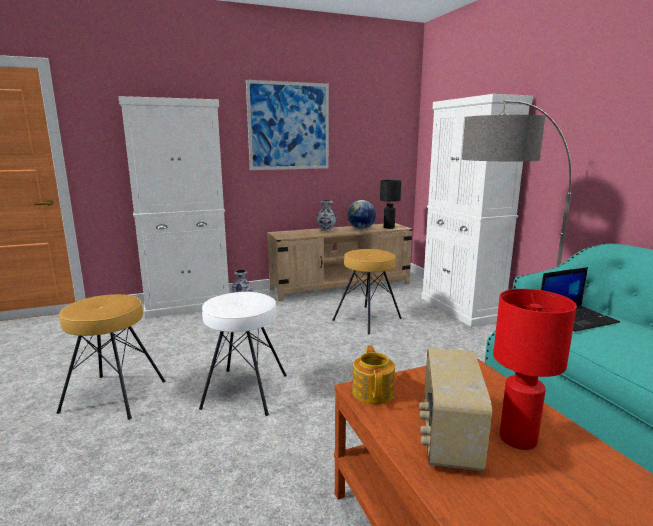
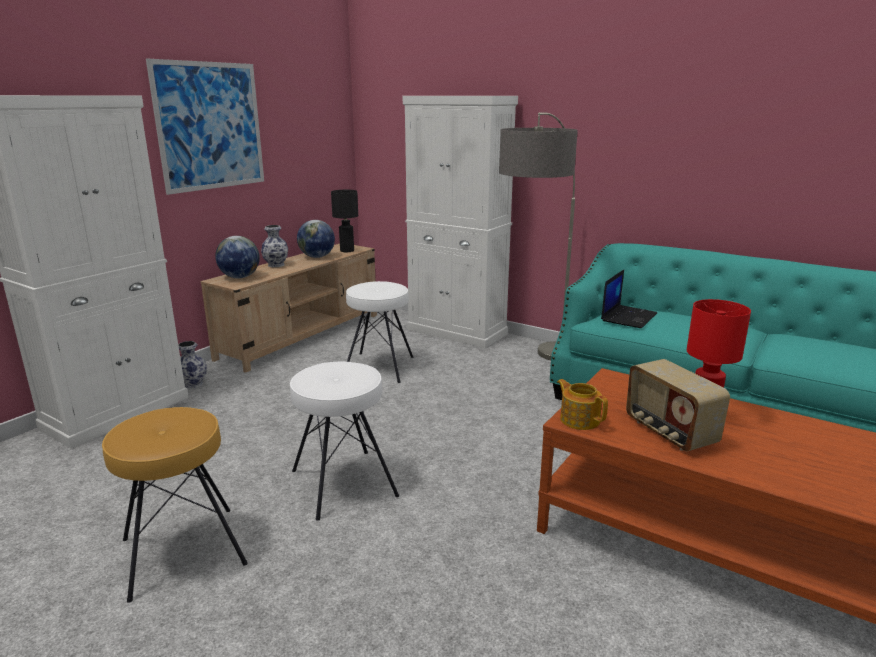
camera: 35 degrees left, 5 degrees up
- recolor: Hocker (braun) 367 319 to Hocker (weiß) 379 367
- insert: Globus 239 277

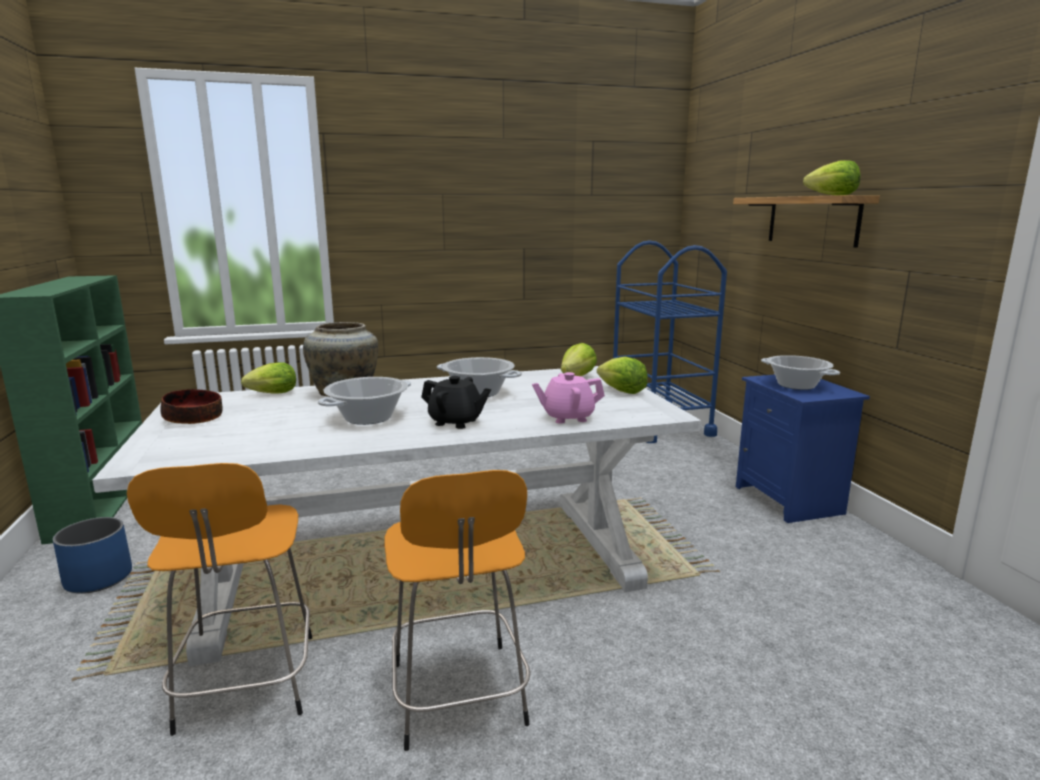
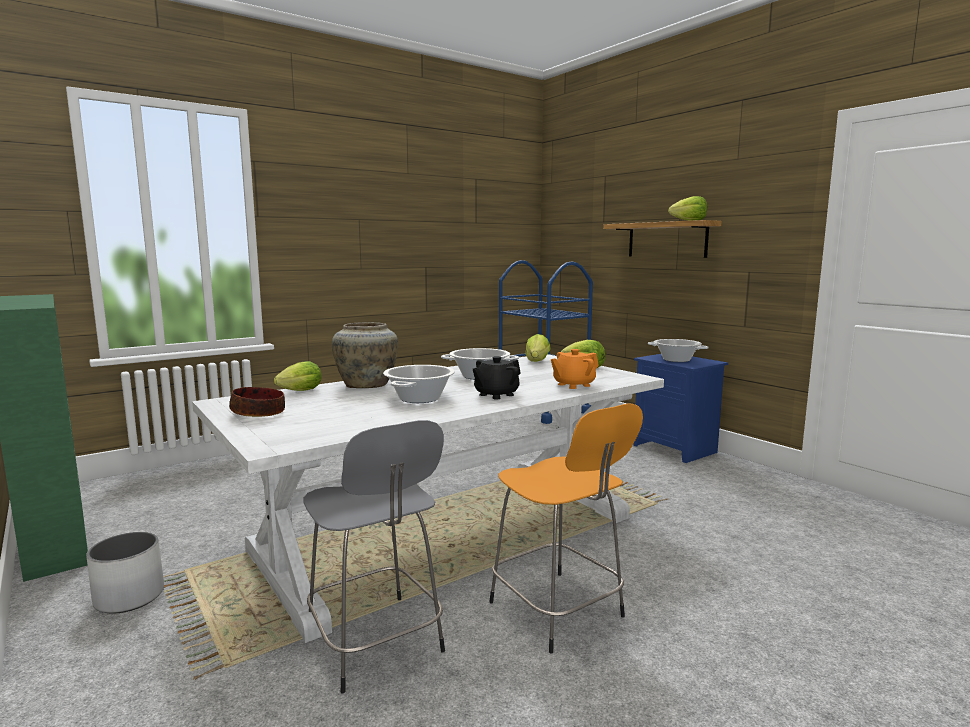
camera: 20 degrees left, 5 degrees down
- recolor: Teekanne (rosa) 567 417 to Teekanne (orange) 573 385
- rotate: Teekanne (schwarz) 456 422 = 496 395 135 degrees clockwise
- recolor: Hocker (orange) 247 686 to Hocker (grau) 376 644
- recolor: Pflanzkübel (blau) 98 578 to Pflanzkübel (weiß) 129 597

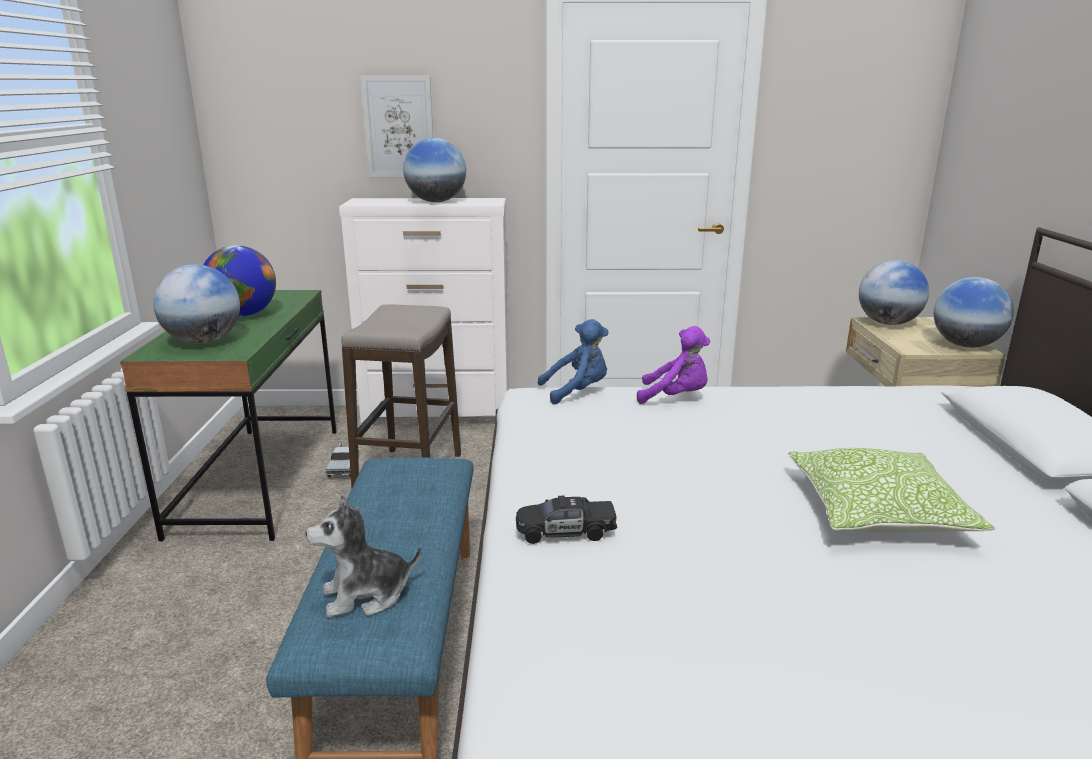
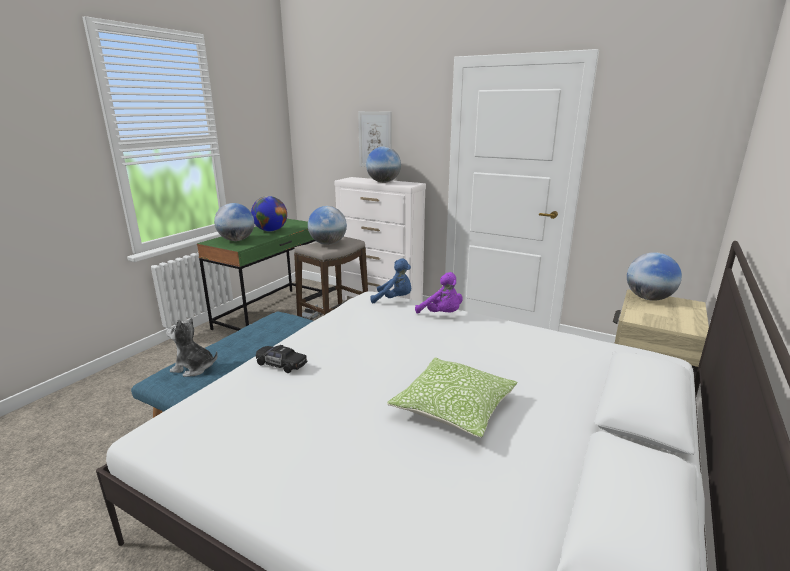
camera: 30 degrees right, 0 degrees up
- move: Globus 965 345 to 328 244

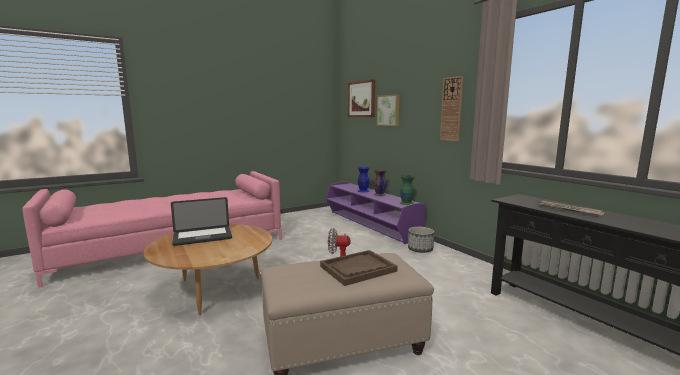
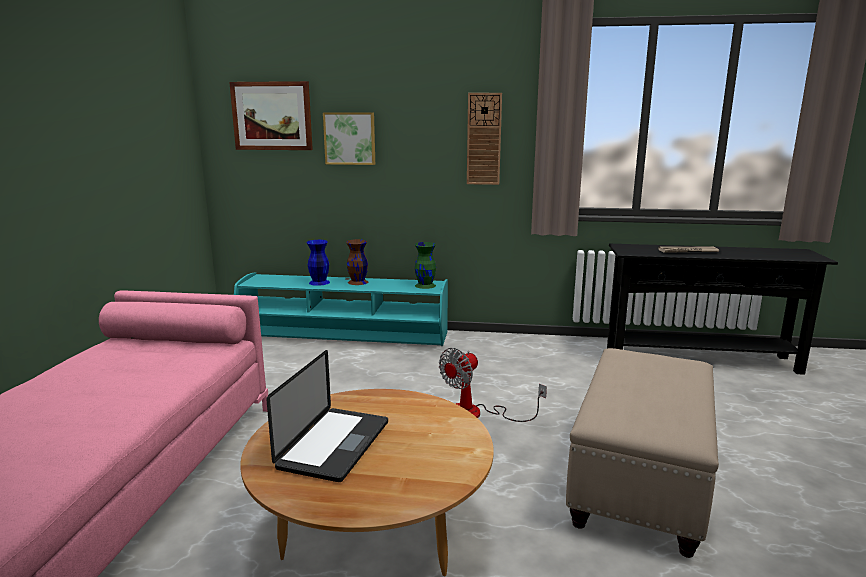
camera: 50 degrees left, 5 degrees up
- recolor: Fernsehschrank (lila) 369 225 to Fernsehschrank (türkis) 344 336
- delete: Pflanzkübel 420 249
- delete: Tablett (braun) 358 269

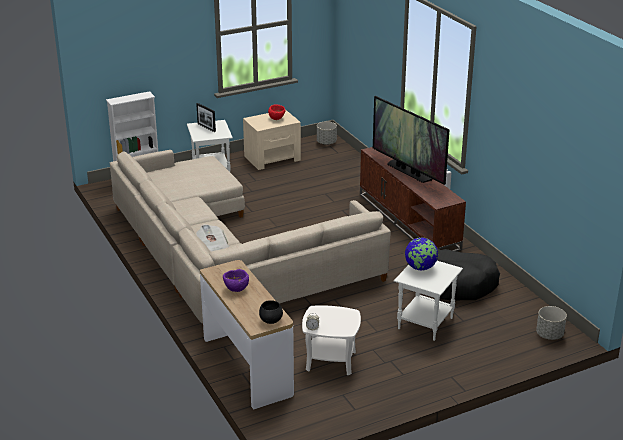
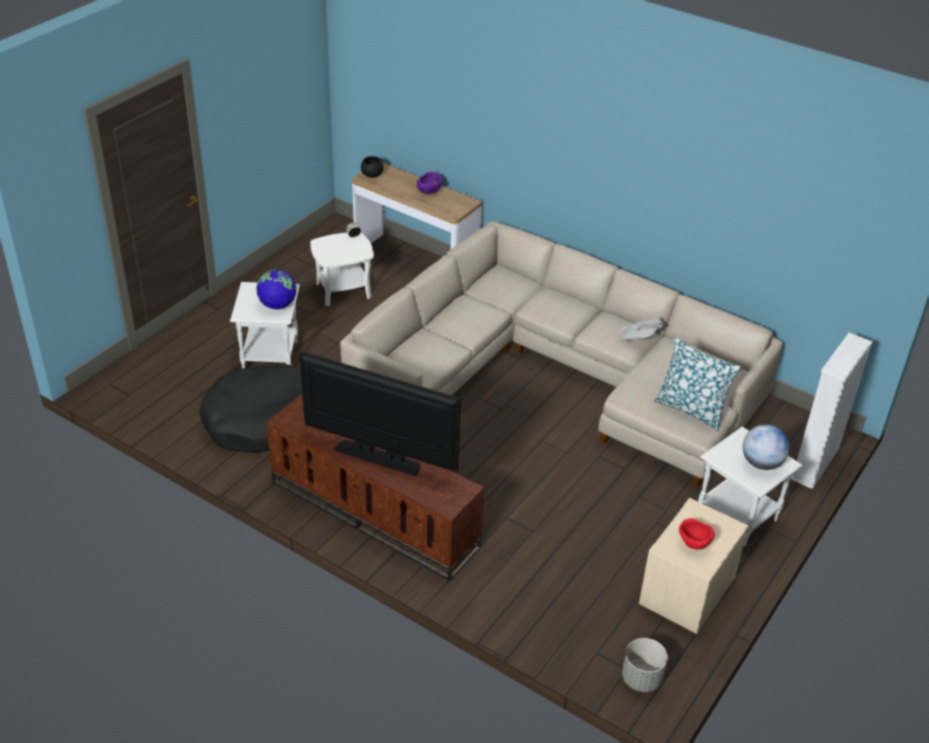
camera: 150 degrees right, 10 degrees up
- replace: Bilderrahmen 206 127 to Globus 761 463
- move: Zeitung 213 247 to 639 337
- delete: Pflanzkübel (grau) 549 335
- insert: Kissen 691 409

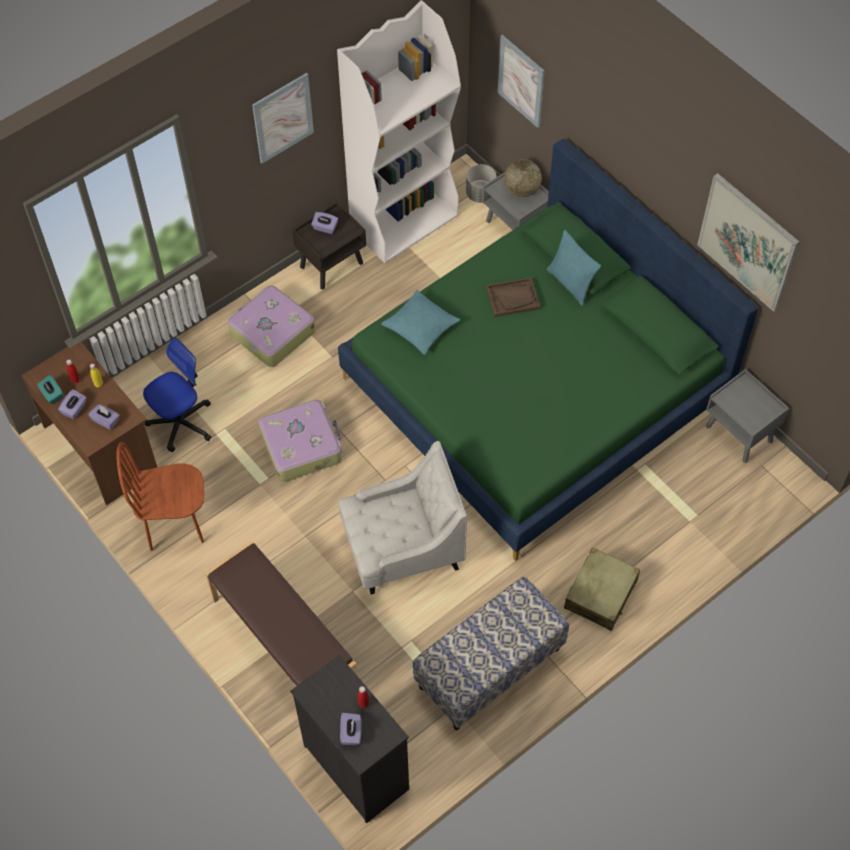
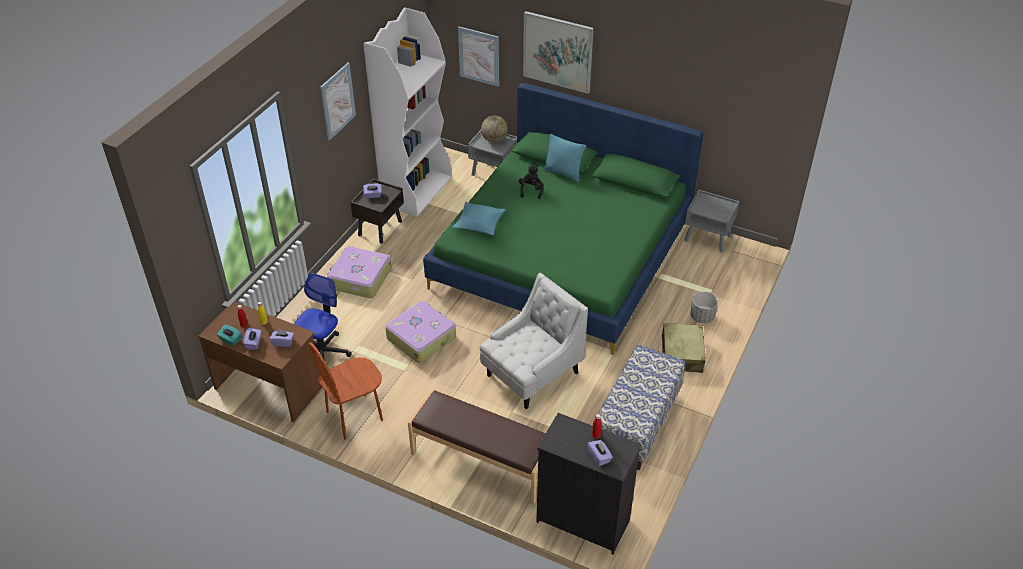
camera: 25 degrees left, 15 degrees down
- move: Pflanzkübel (grau) 480 194 to 702 317
- move: Bild 748 242 to 558 52
- replace: Tablett (braun) 513 298 to Plüschtier (schwarz) 531 190

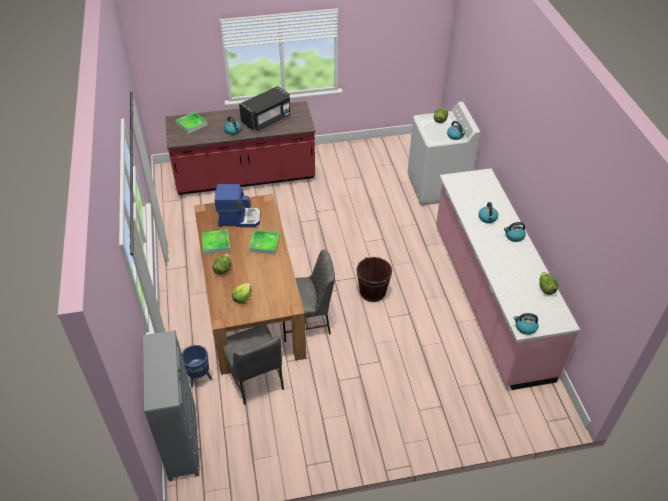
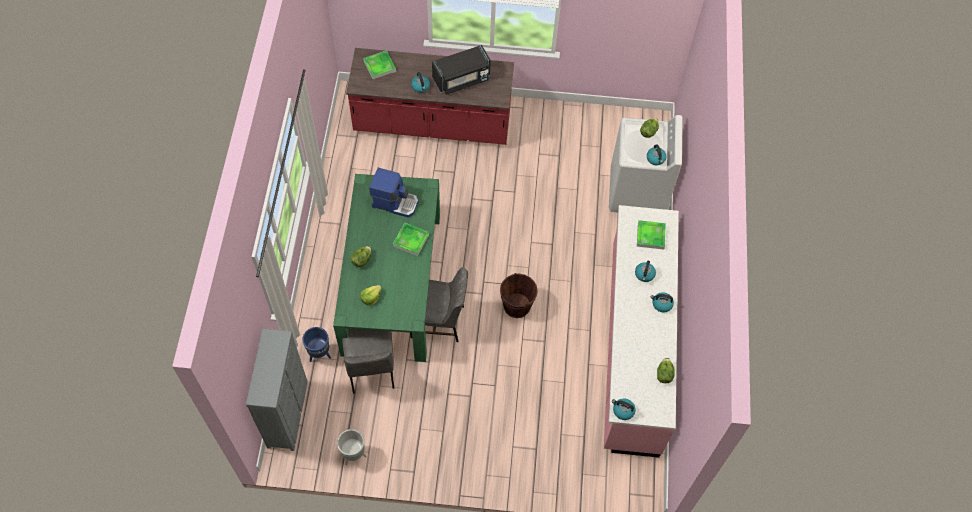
camera: 15 degrees right, 15 degrees up
- recolor: Esstisch (braun) 251 301 to Esstisch (grün) 392 283
- move: Tablett 216 243 to 650 236
- insert: Pflanzkübel (grau) 353 455

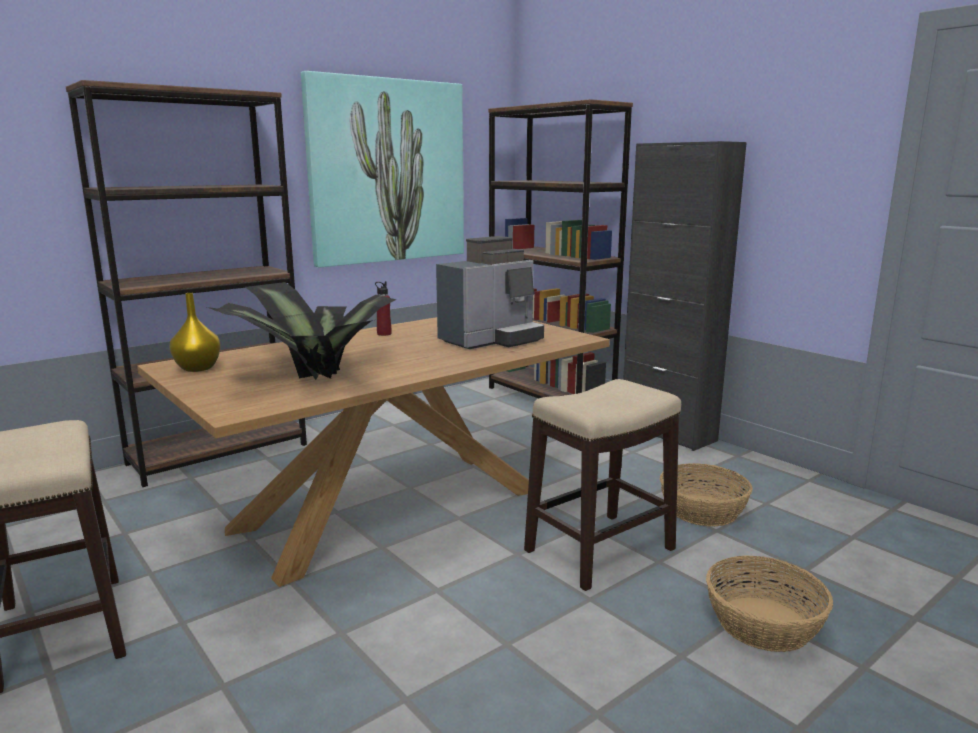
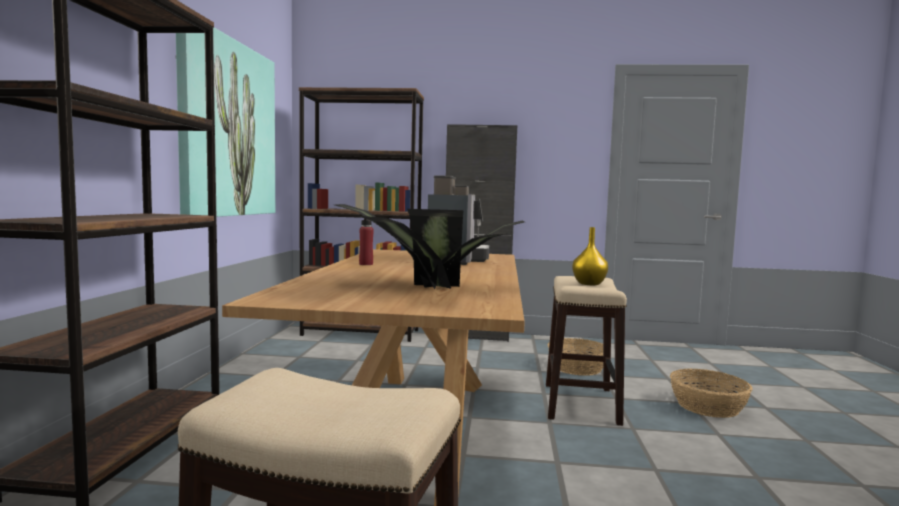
camera: 45 degrees left, 10 degrees down
- move: Vase (gelb) 199 368 to 589 283

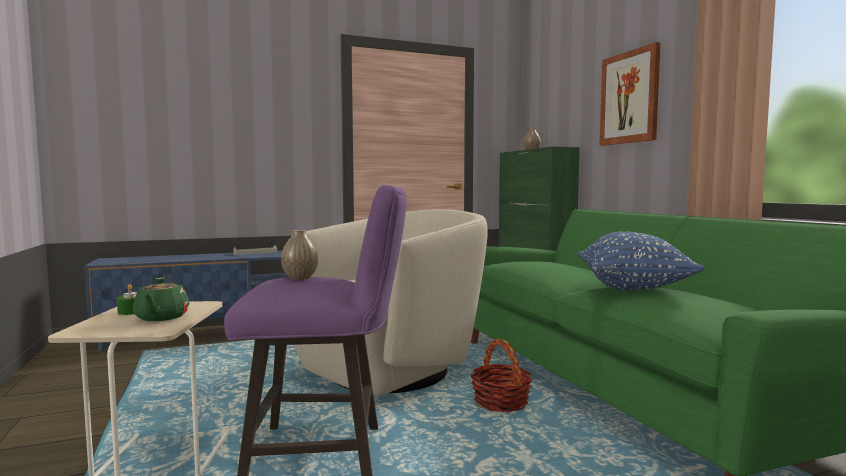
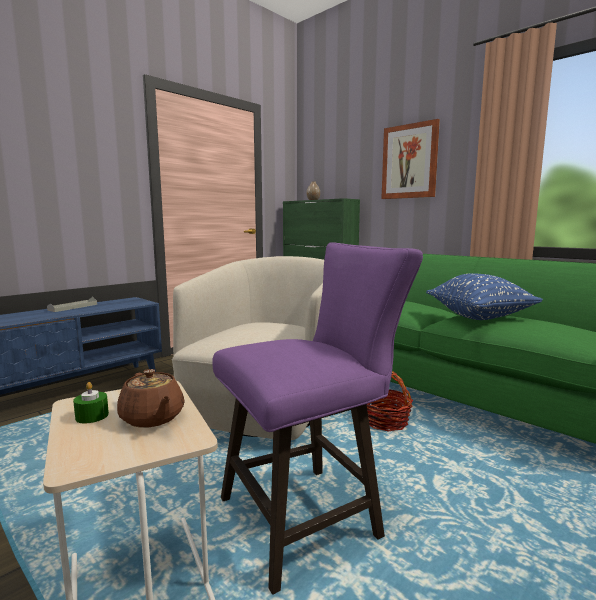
camera: 25 degrees left, 5 degrees up
- delete: Vase 300 278
- recolor: Teekanne (grün) 161 318 to Teekanne (braun) 152 418

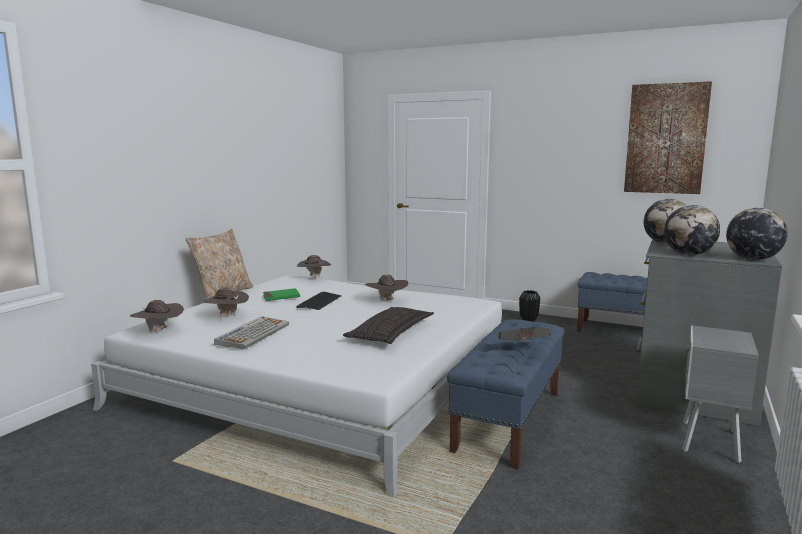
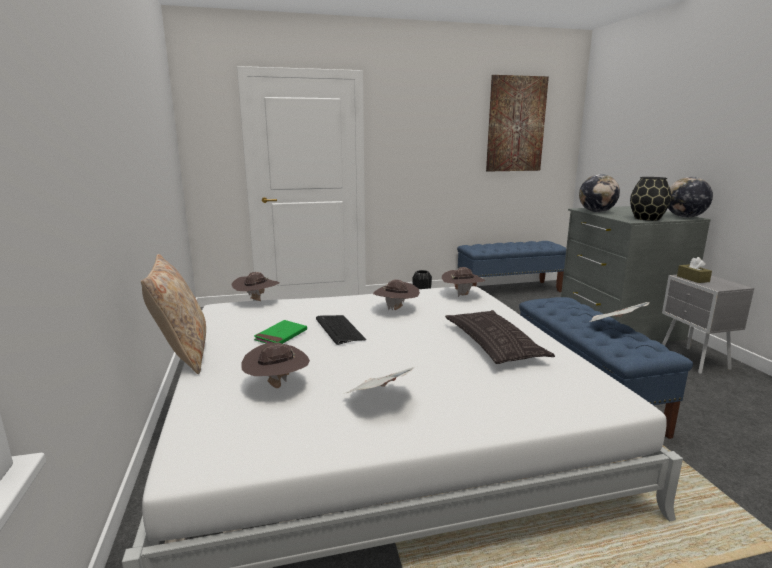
camera: 40 degrees left, 5 degrees up
- replace: Globus 689 254 to Vase (schwarz) 647 219
- move: Hut (braun) 159 332 to 462 295
- replace: Tastatur 253 334 to Zeitung 380 397
- insert: Taschentuchbox (braun) 693 279

